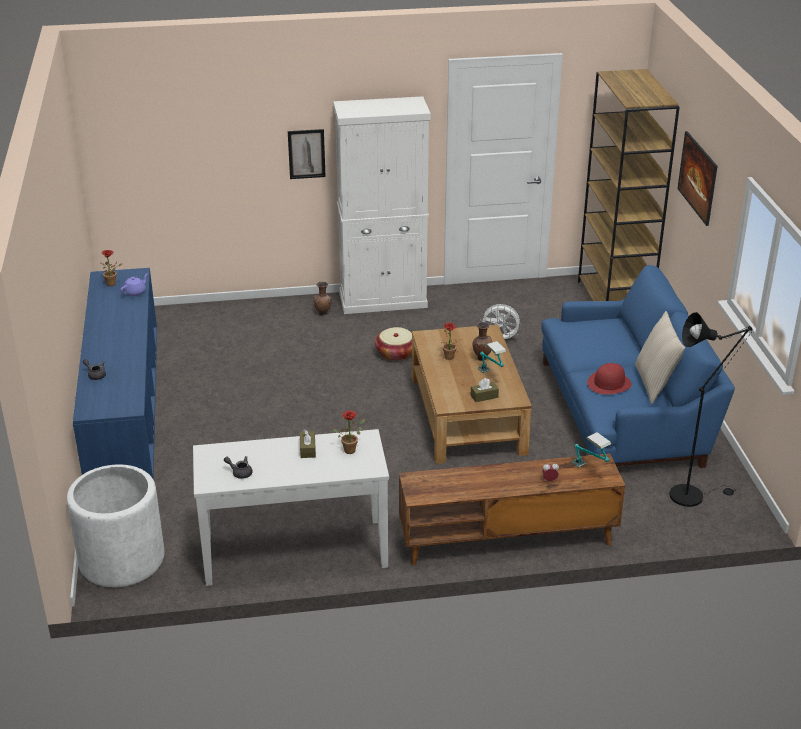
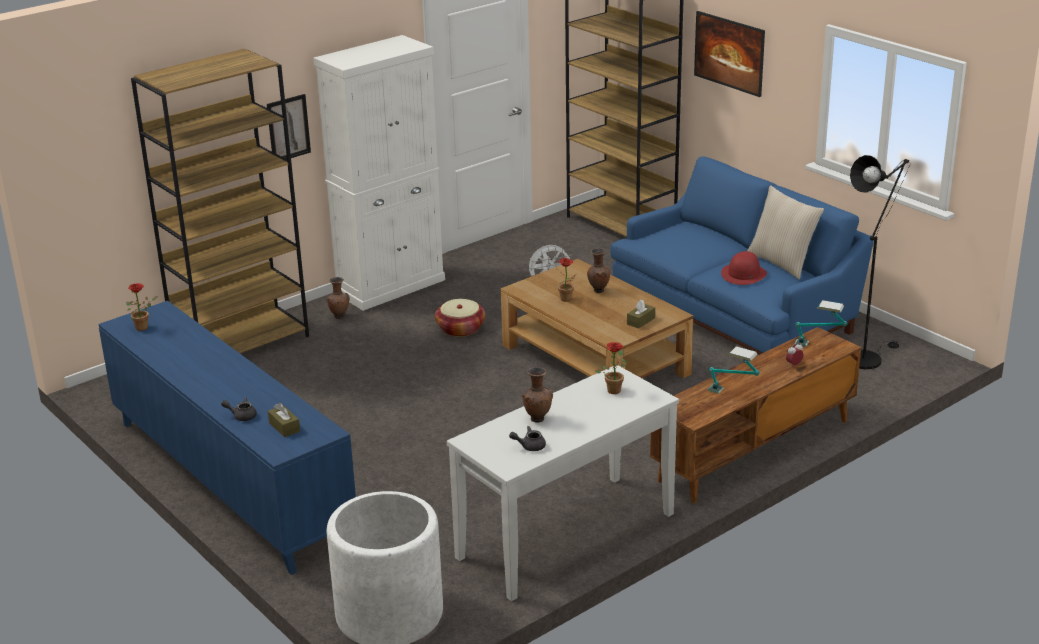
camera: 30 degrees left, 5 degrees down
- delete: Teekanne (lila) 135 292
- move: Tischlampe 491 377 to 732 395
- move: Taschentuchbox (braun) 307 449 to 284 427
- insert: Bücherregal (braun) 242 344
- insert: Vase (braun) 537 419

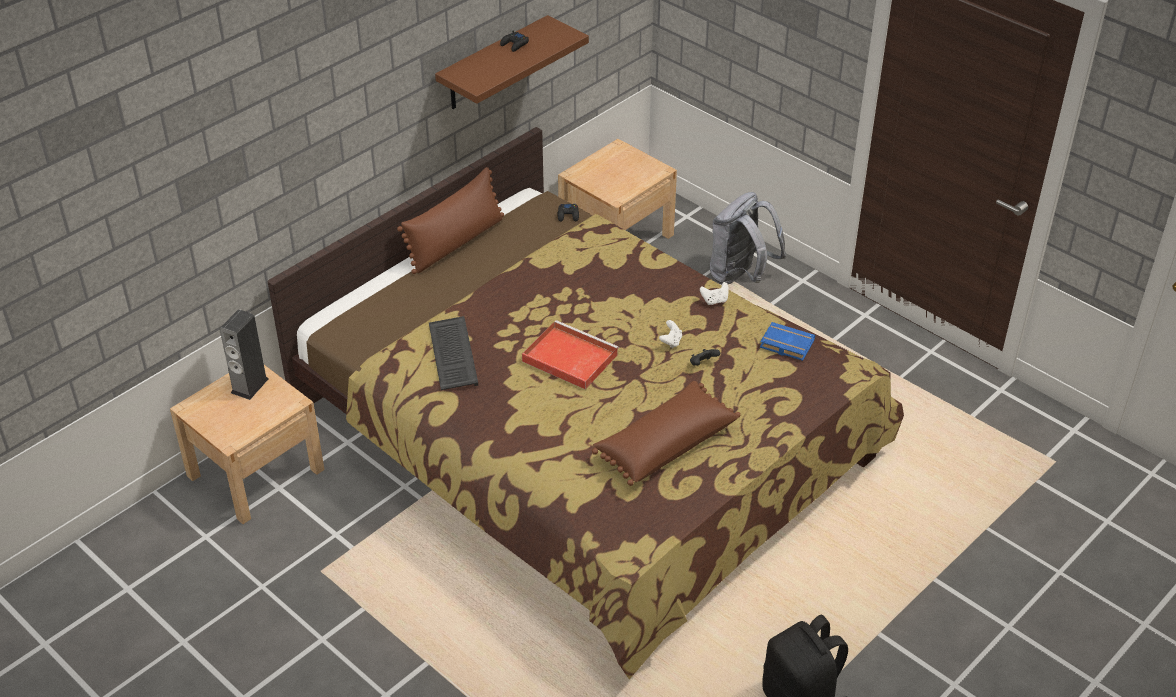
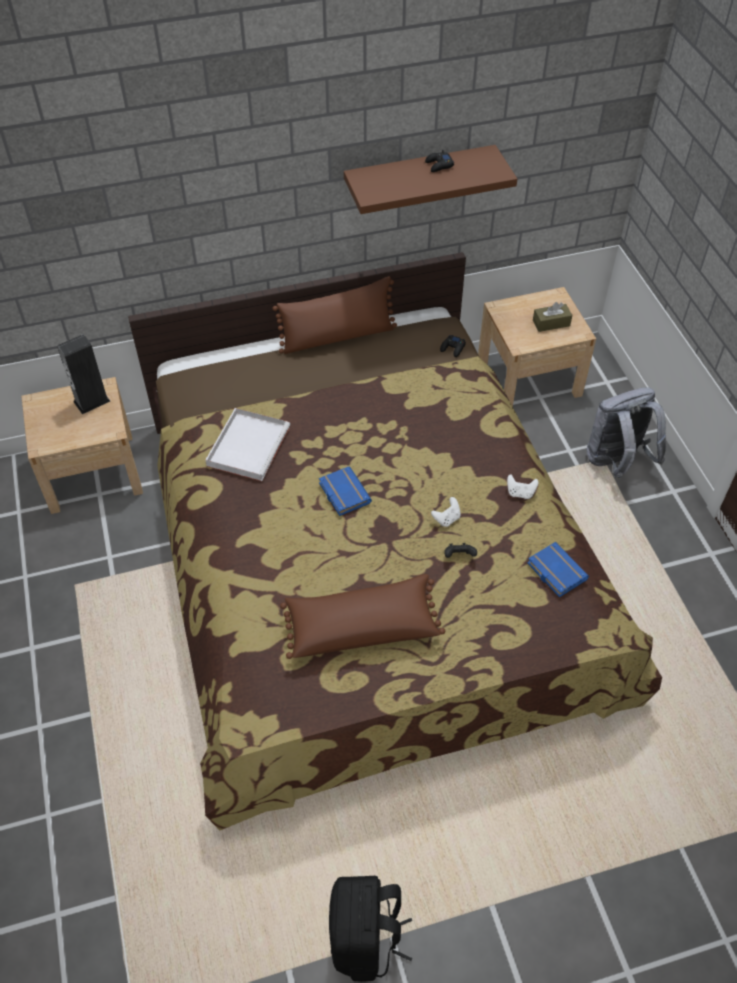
camera: 30 degrees right, 10 degrees up
- replace: Tastatur 451 354 to Tablett (weiß) 248 445
- replace: Tablett (rot) 568 357 to Buch (blau) 342 493
- insert: Taschentuchbox (braun) 551 323

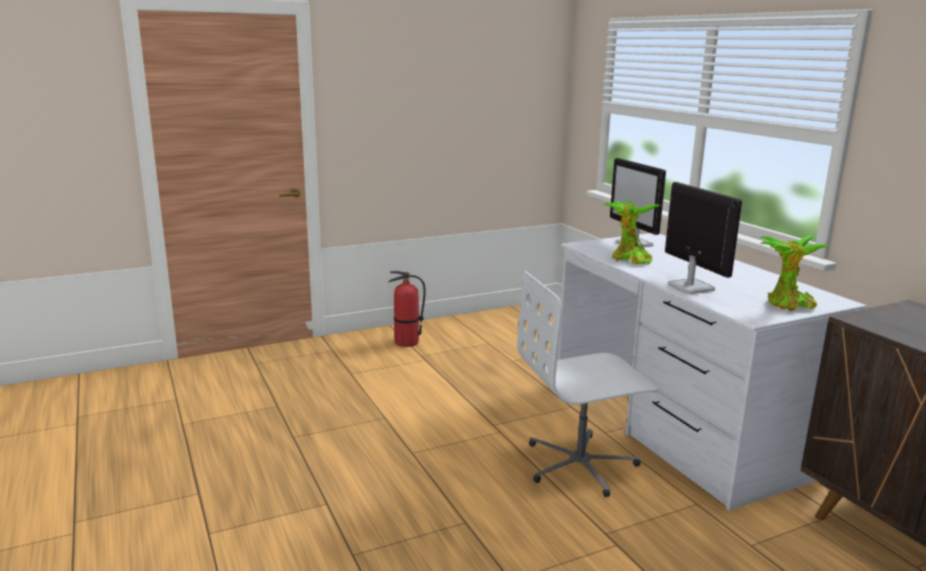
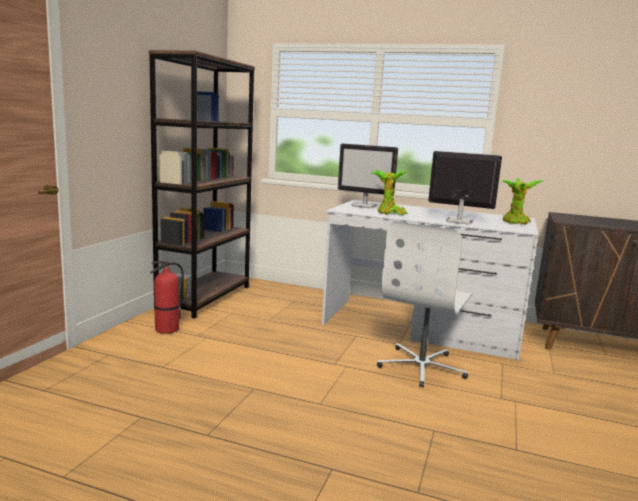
camera: 45 degrees left, 5 degrees down
- insert: Bücherregal (braun) 205 298

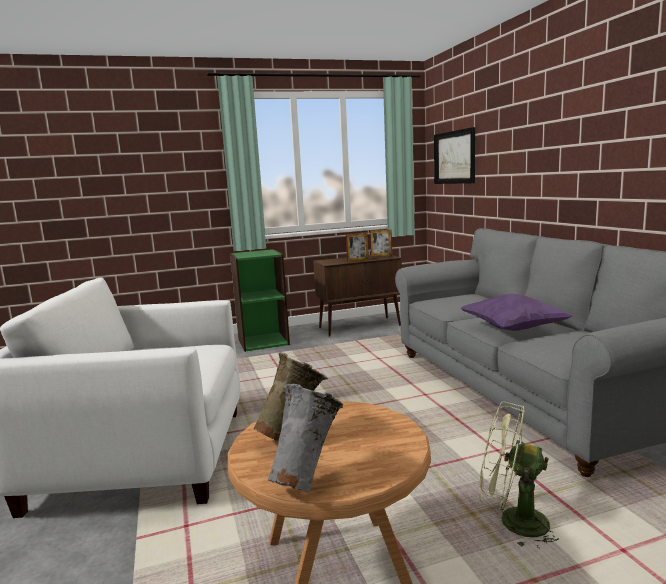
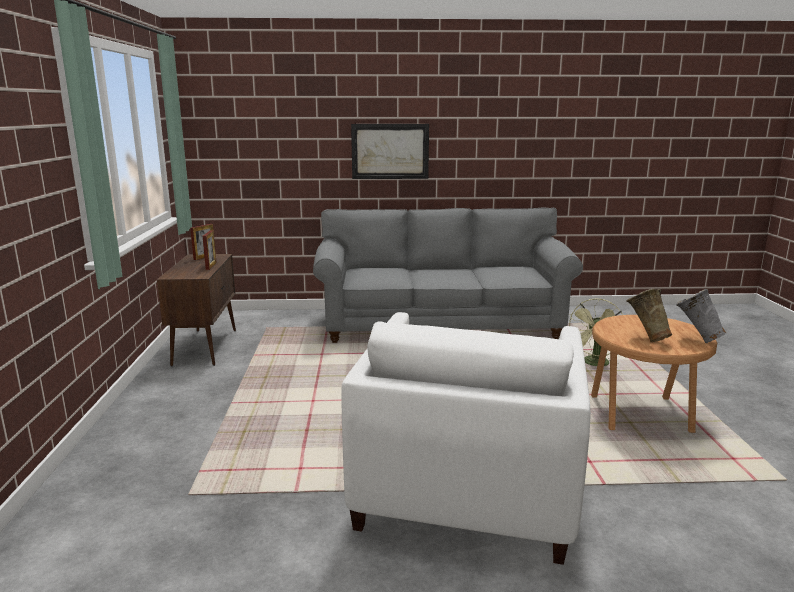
camera: 75 degrees left, 5 degrees up
- move: Bild 454 157 to 390 151
- delete: Bücherregal (grün) 263 341
- delete: Kissen (lila) 513 329

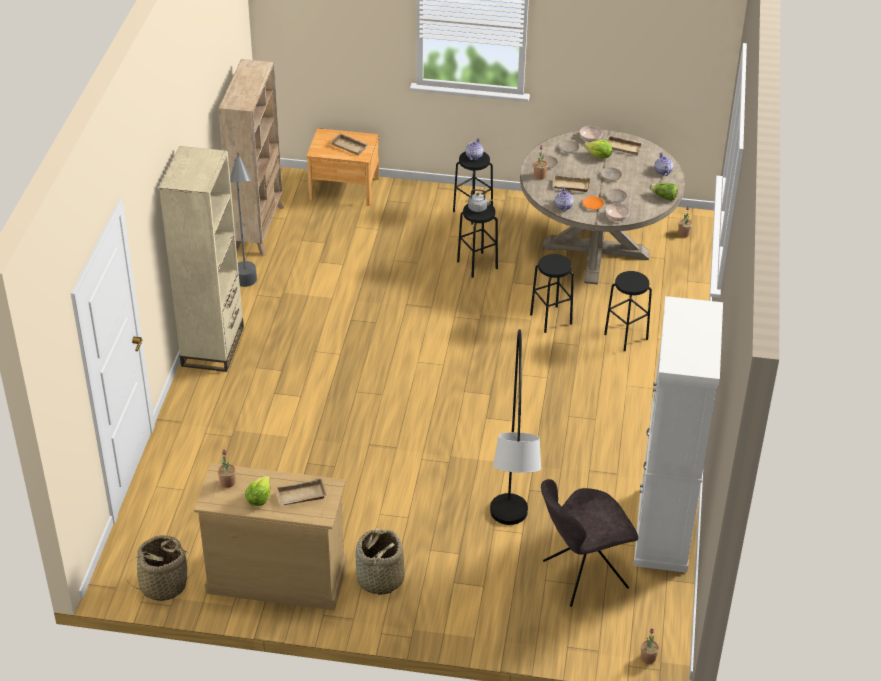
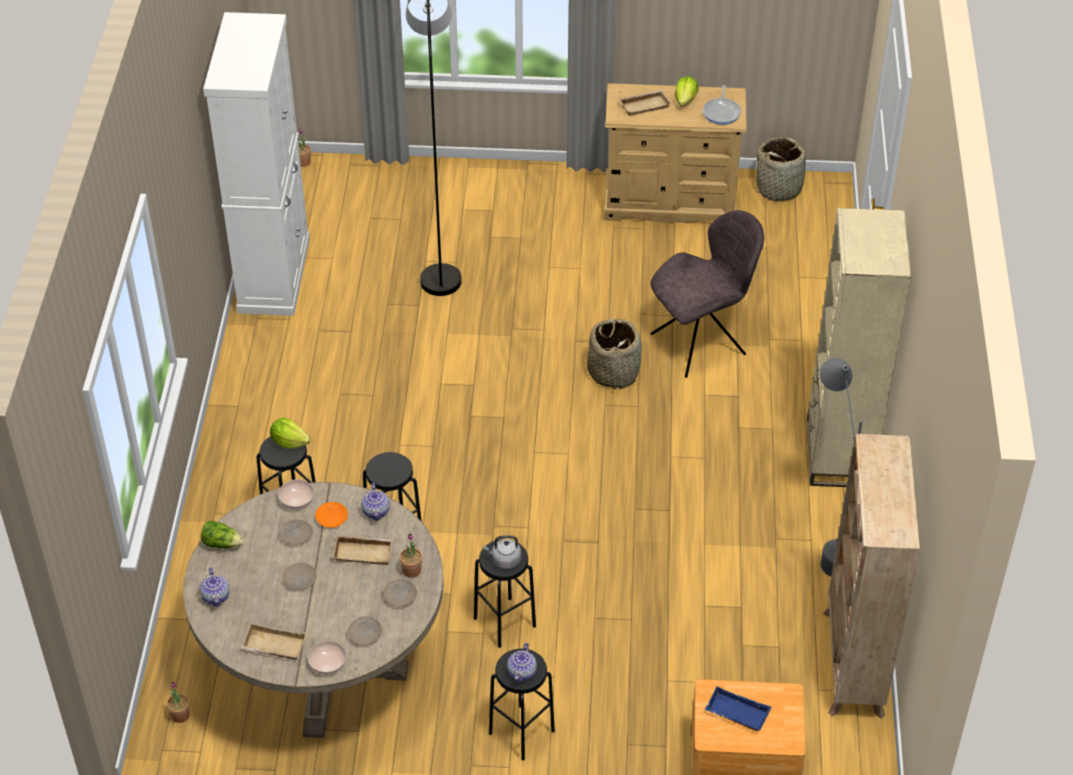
camera: 175 degrees right, 5 degrees up
- recolor: Tablett (beige) 350 146 to Tablett (blau) 736 713
- move: Salatkopf 598 156 to 289 442
- replace: Topfpflanze 227 482 to Pfanne 722 112
- move: Stuhl (grau) 582 575 to 701 343
- move: Korb 379 579 to 613 372

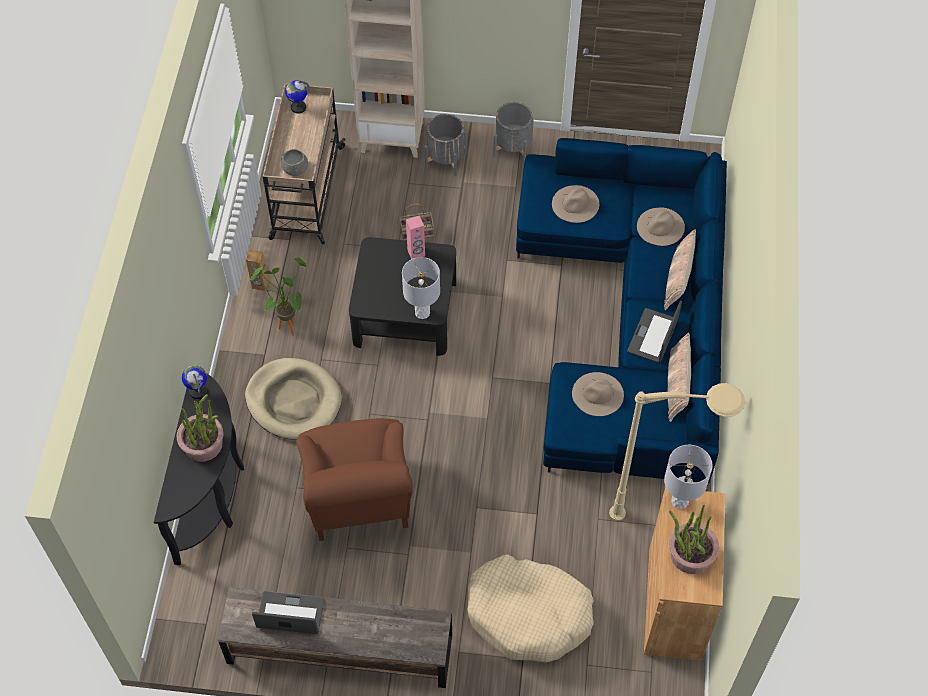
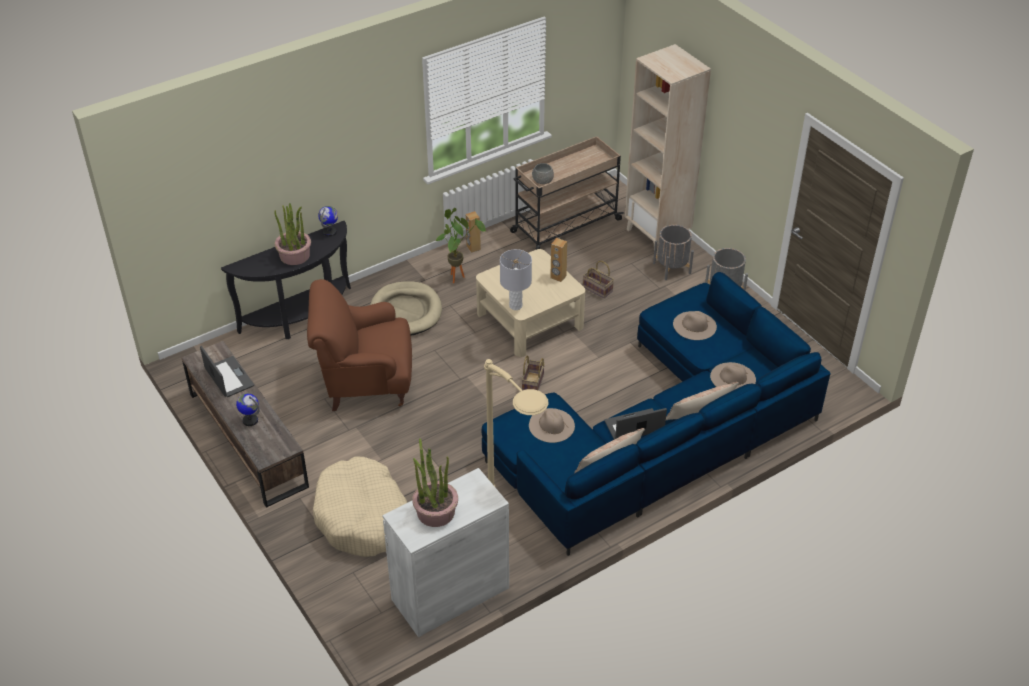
camera: 50 degrees right, 15 degrees down
- move: Globus 298 107 to 250 420
- recolor: Lautsprecher (rosa) 416 253 to Lautsprecher (braun) 558 277
- recolor: Couchtisch (schwarz) 405 312 to Couchtisch (beige) 529 320
- rotate: Sessel (braun) 358 499 = 365 382 45 degrees clockwise
- delete: Tischlampe (grau) 680 501
- recolor: Schrank (braun) 674 603 to Schrank (weiß) 450 594
- insert: Korb 533 384

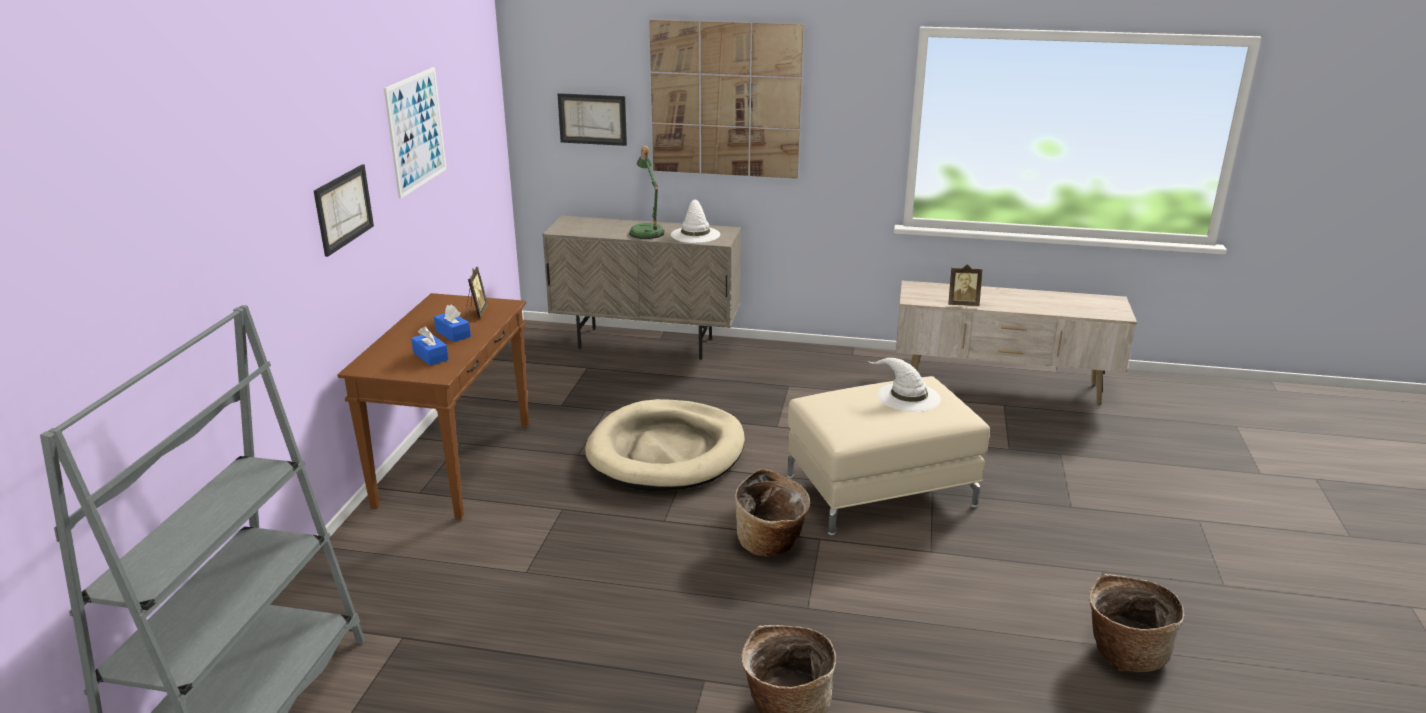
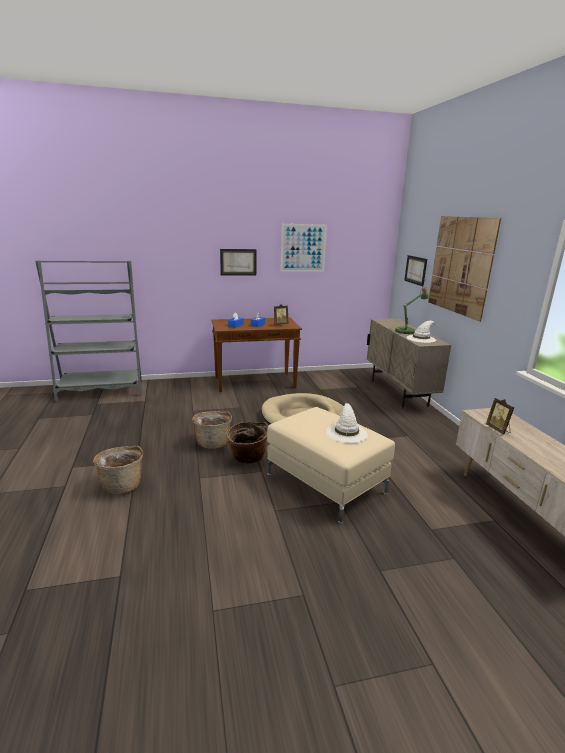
camera: 65 degrees right, 5 degrees down
- move: Korb 1124 652 to 213 442

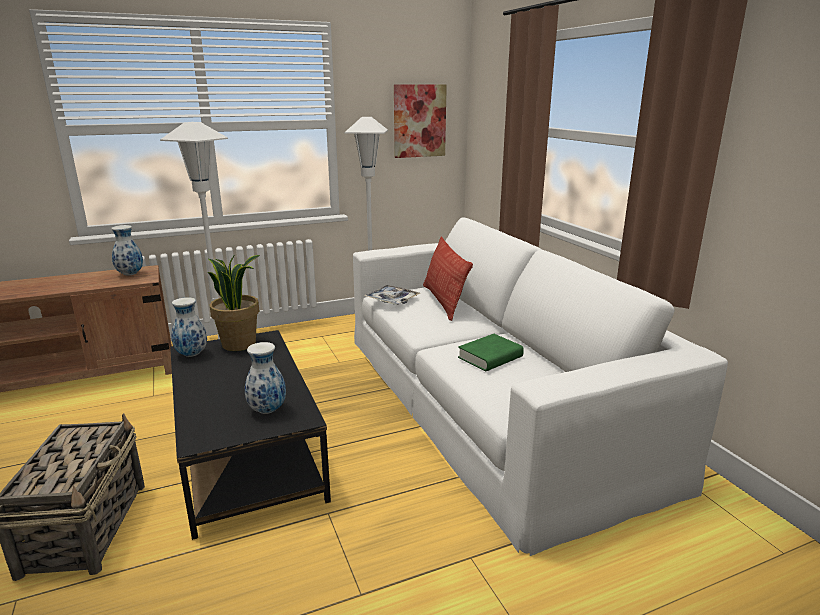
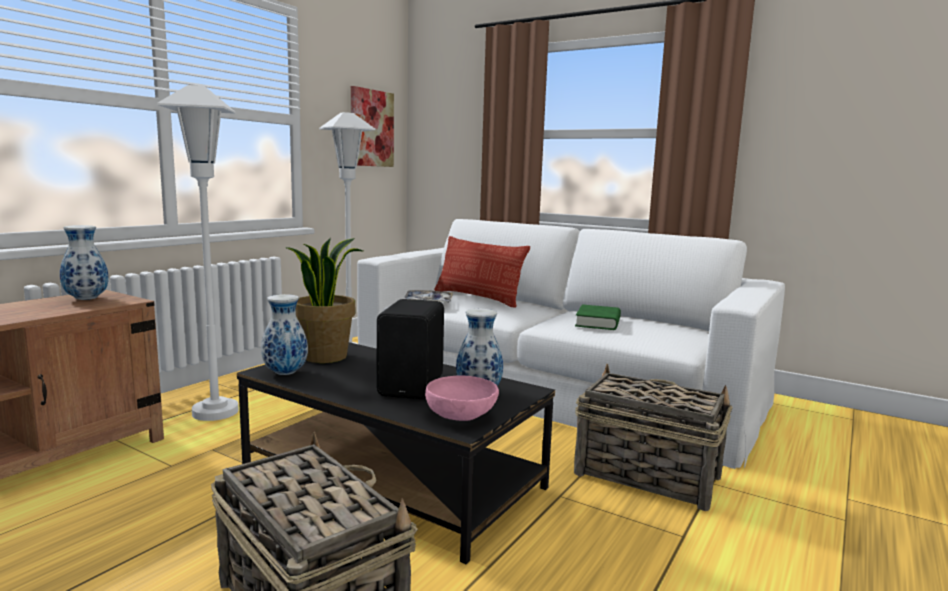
camera: 35 degrees left, 10 degrees down
- insert: Lautsprecher (schwarz) 413 386
- insert: Korb 645 475
- insert: Schüssel (rosa) 462 415

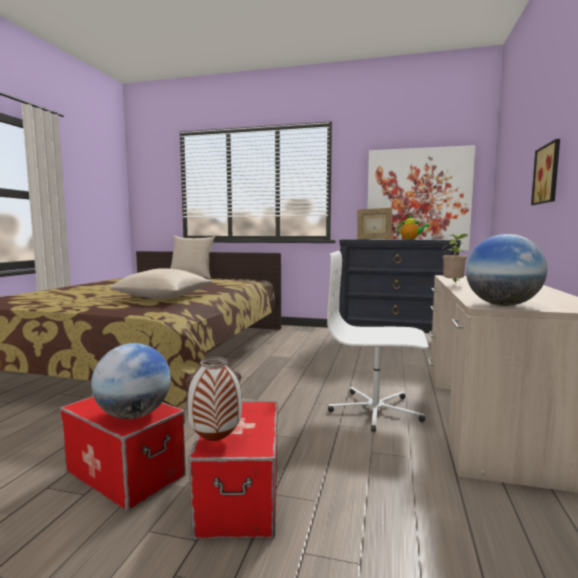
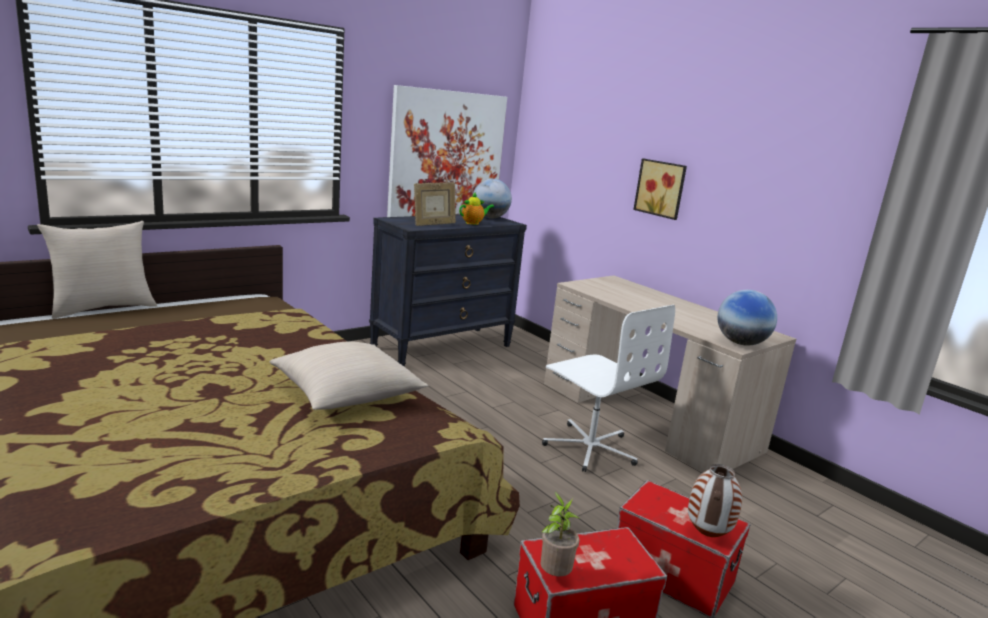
camera: 55 degrees left, 10 degrees up
- move: Topfpflanze 453 284 to 553 575
- rotate: Bürostuhl (weiß) 376 410 = 590 447 90 degrees counterclockwise
- move: Globus 134 415 to 490 218

